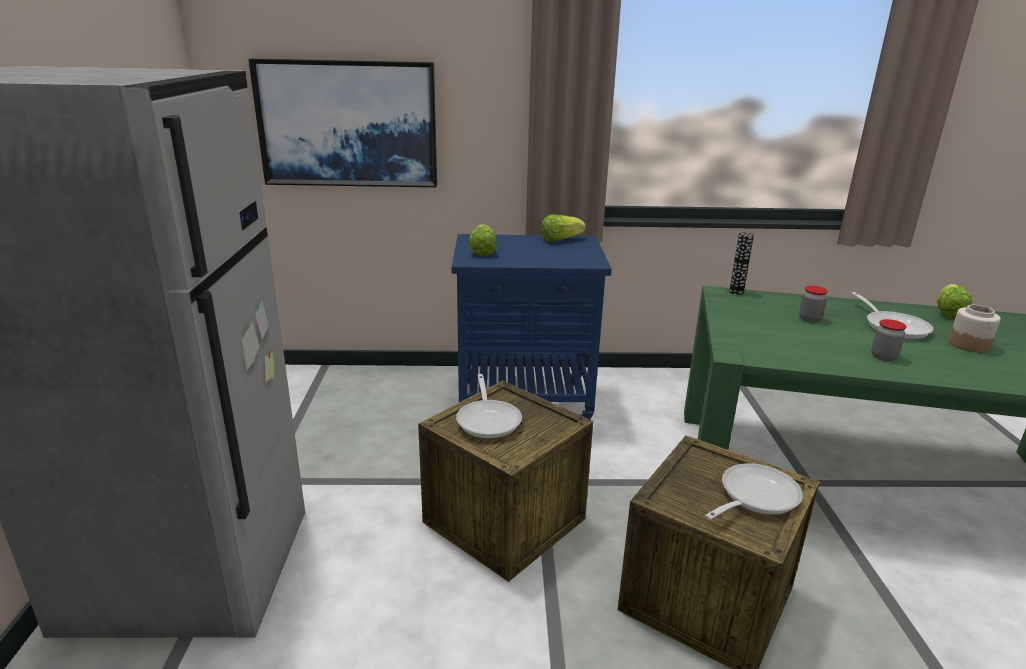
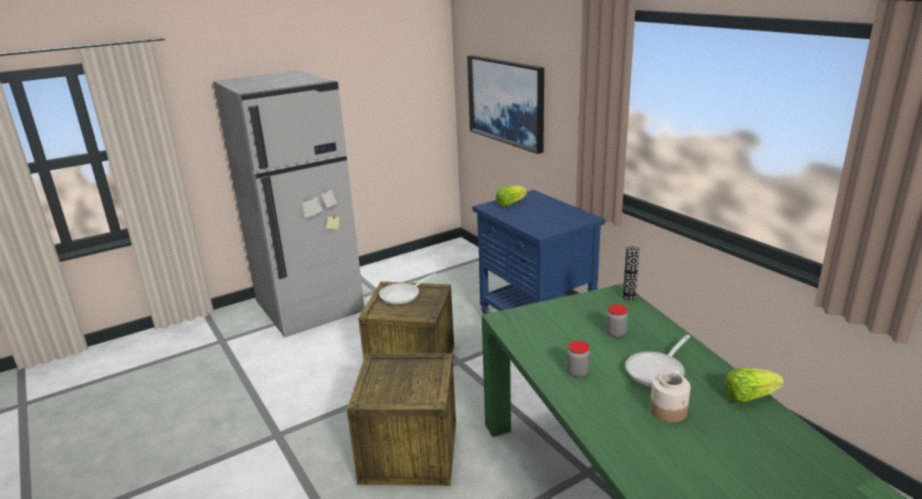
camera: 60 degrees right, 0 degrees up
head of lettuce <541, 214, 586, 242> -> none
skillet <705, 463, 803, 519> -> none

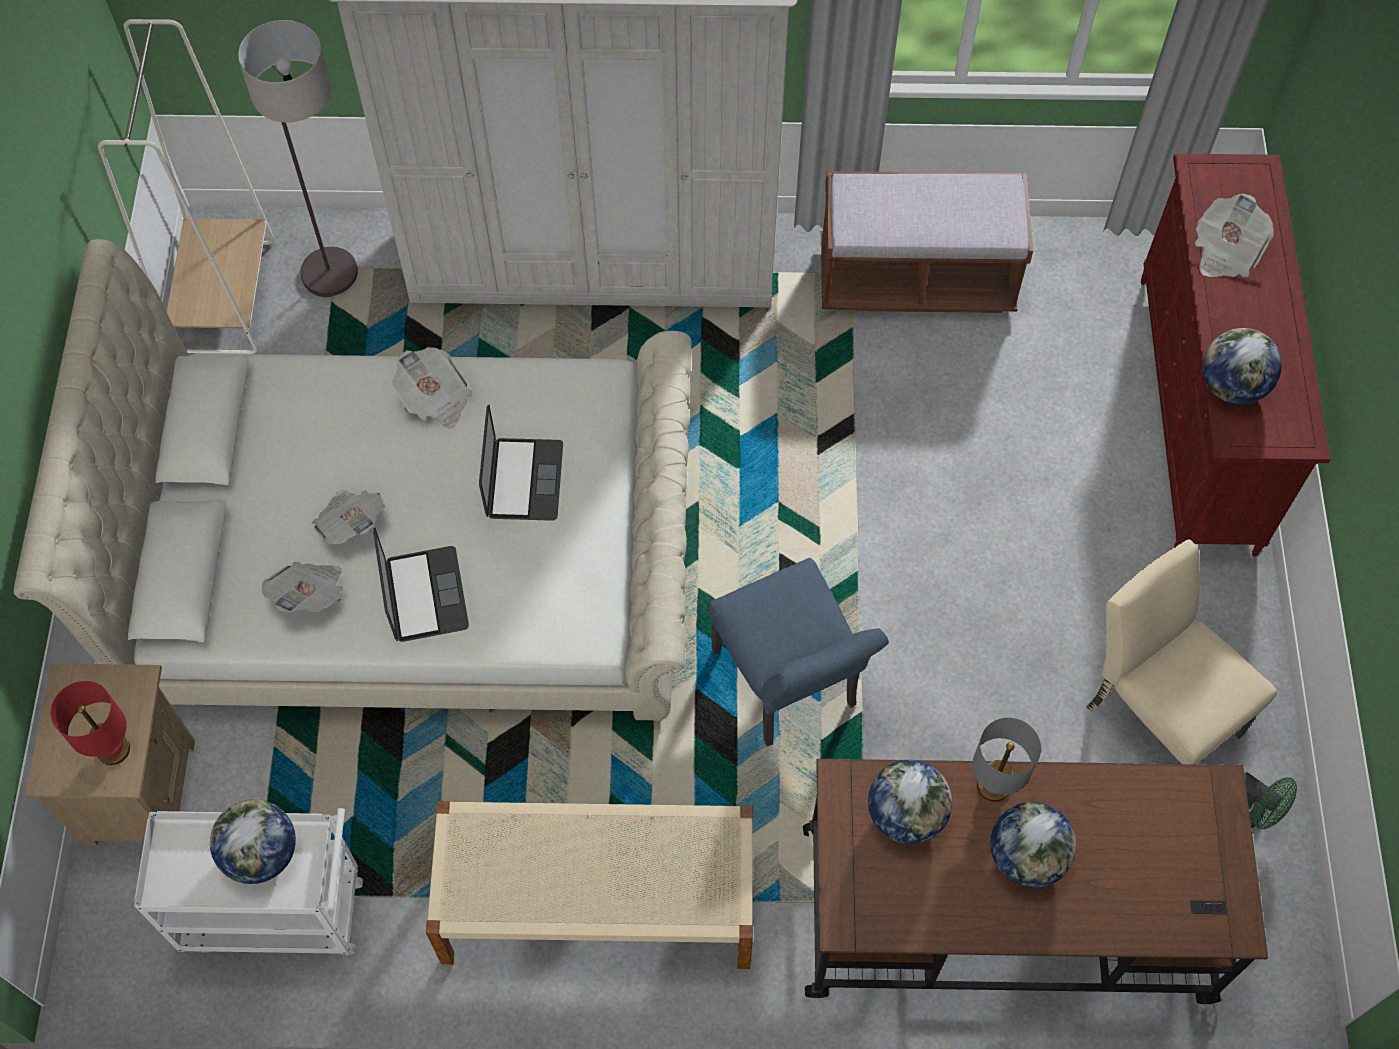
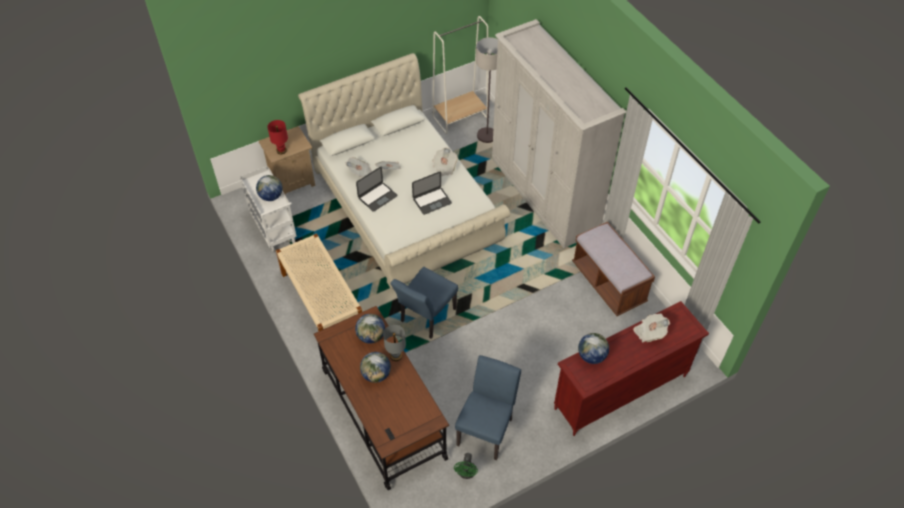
camera: 60 degrees right, 10 degrees down
beige chair <1086, 539, 1277, 764> -> bluish chair <455, 355, 521, 460>

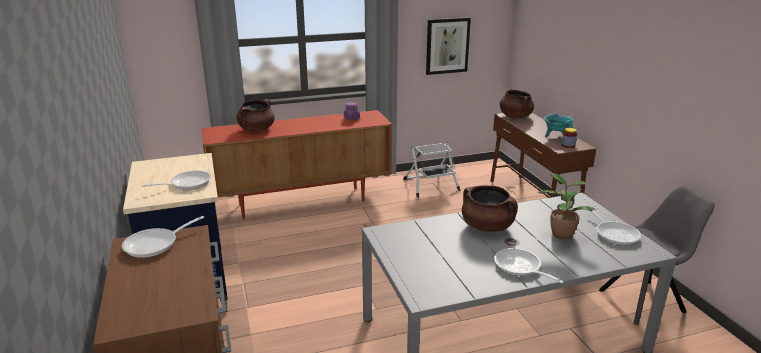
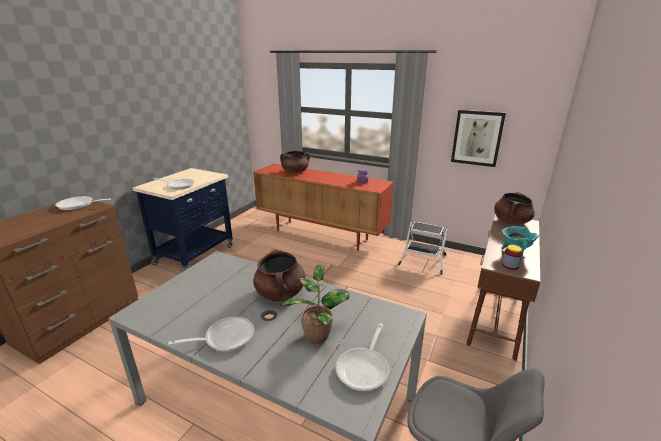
camera: 45 degrees right, 0 degrees up
skillet <494, 248, 564, 284> -> skillet <168, 317, 254, 352>, 60 degrees clockwise

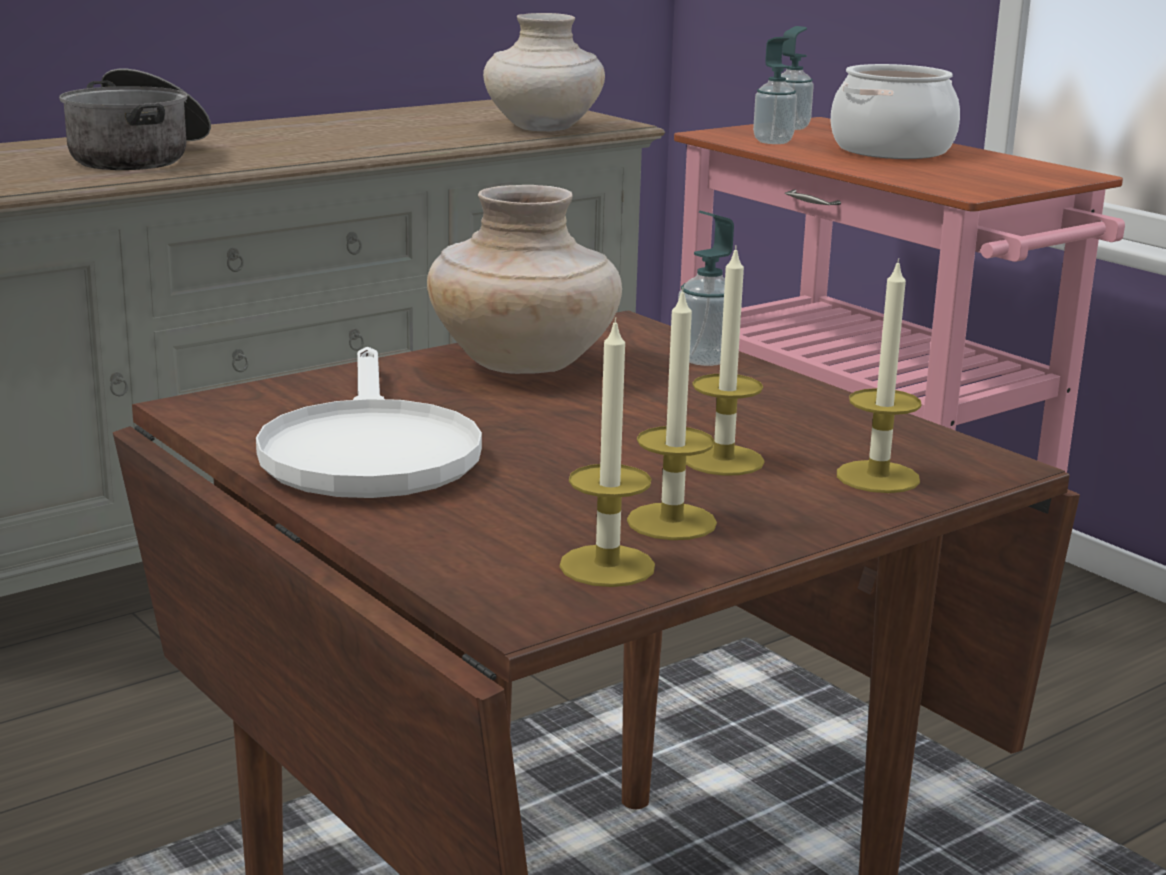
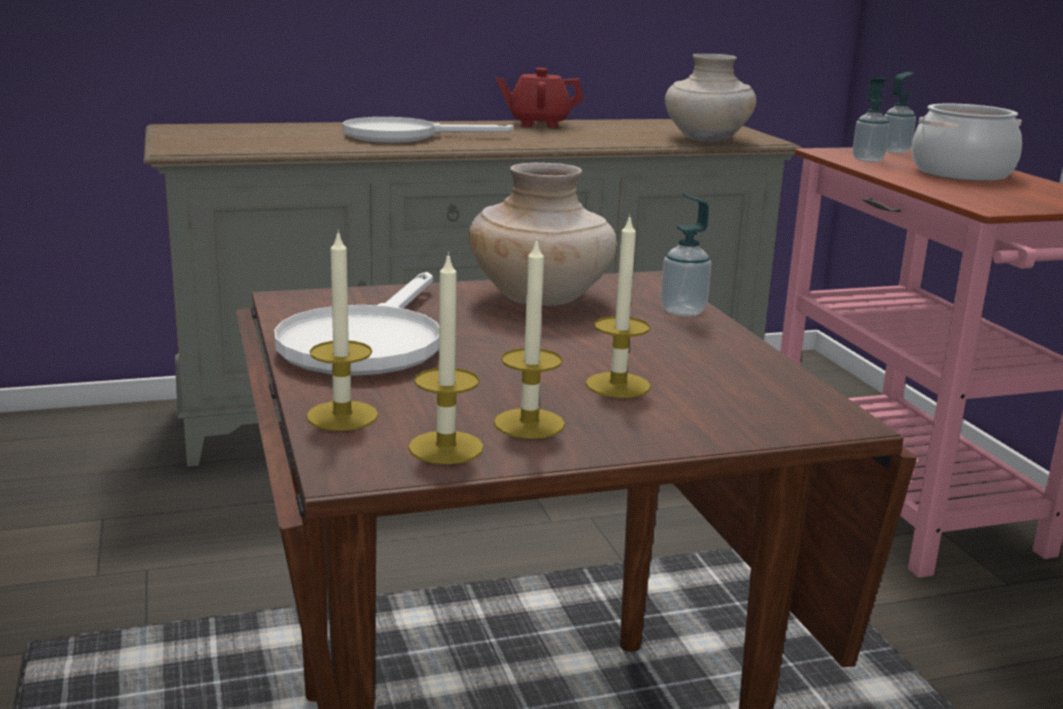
camera: 20 degrees right, 0 degrees up
wax candle <837, 258, 921, 493> -> wax candle <306, 229, 378, 431>, shifted
stockpot <59, 69, 211, 170> -> white-coloured skillet <343, 117, 513, 143>
none -> red pot for tea <496, 68, 584, 128>

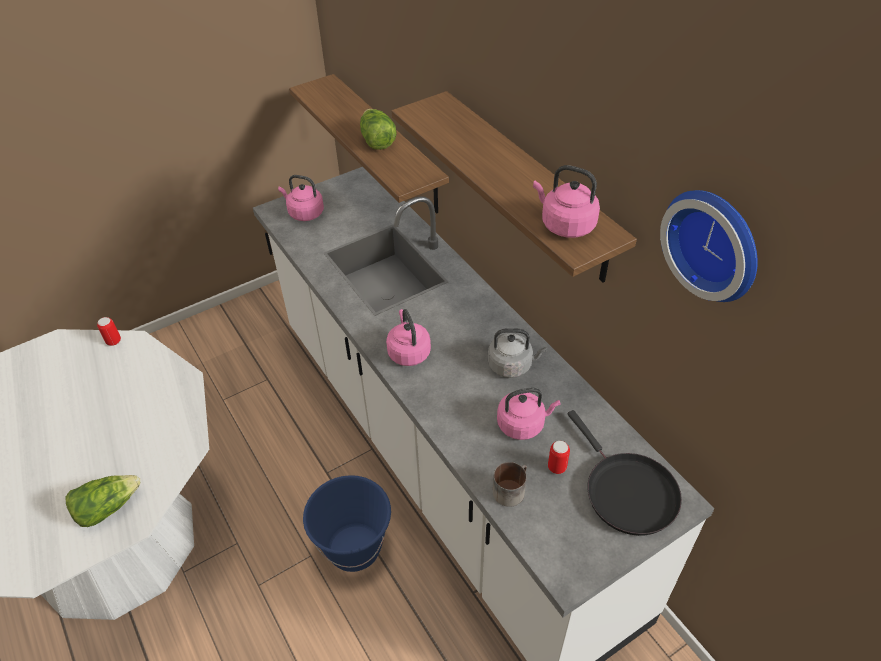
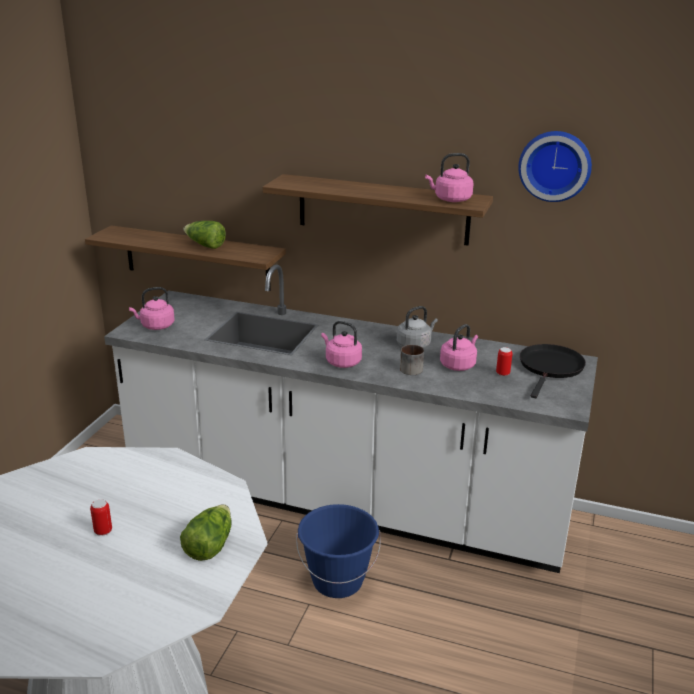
camera: 40 degrees left, 20 degrees down
sealed can <97, 317, 121, 346> -> sealed can <90, 499, 112, 536>, shifted
tea mug <493, 462, 527, 507> -> tea mug <400, 345, 424, 375>, shifted
black-coloured skillet <567, 410, 682, 536> -> black-coloured skillet <520, 344, 586, 398>, 90 degrees counterclockwise

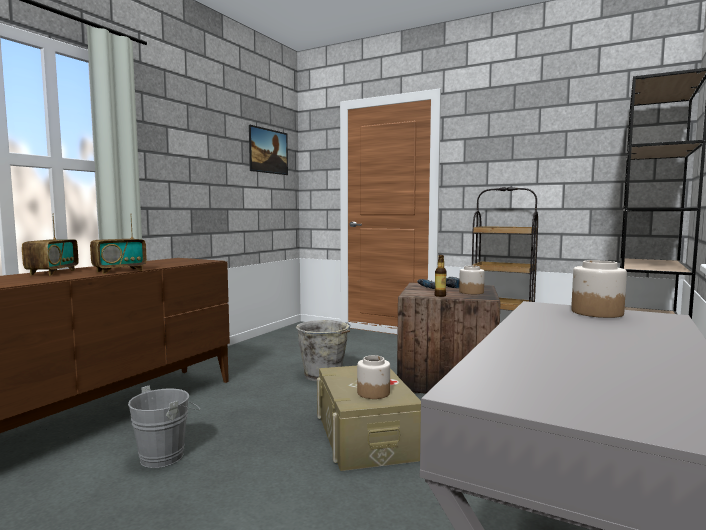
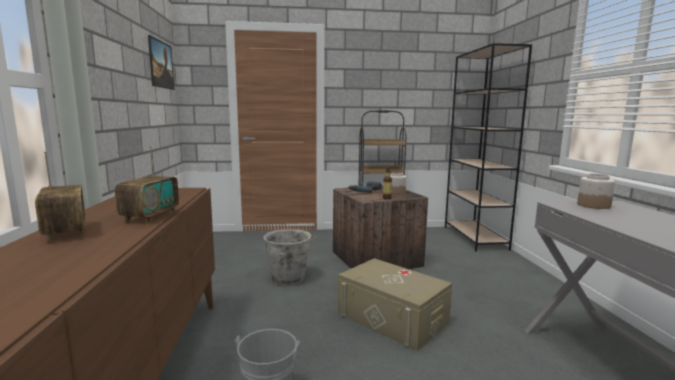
camera: 35 degrees left, 5 degrees up
storage jar <357, 355, 390, 399> -> none

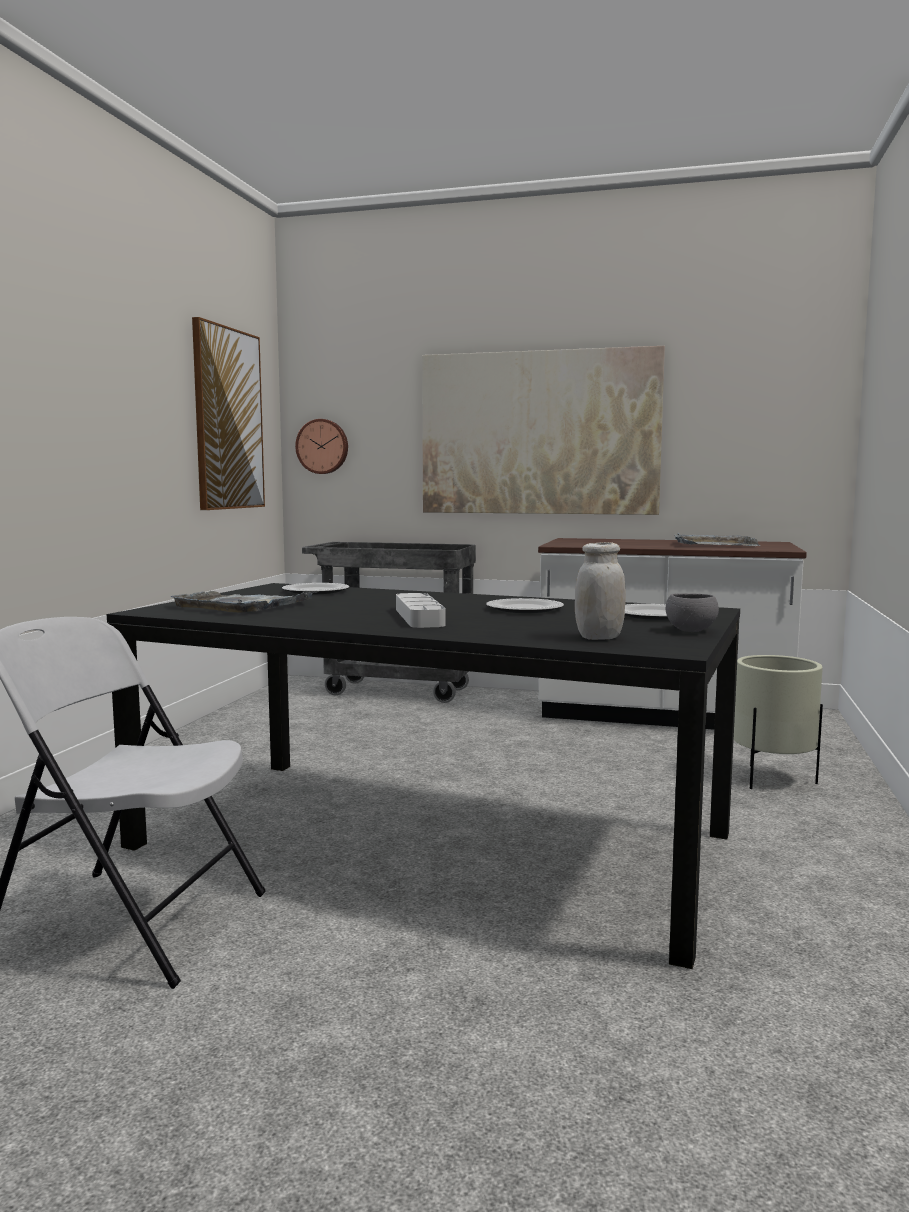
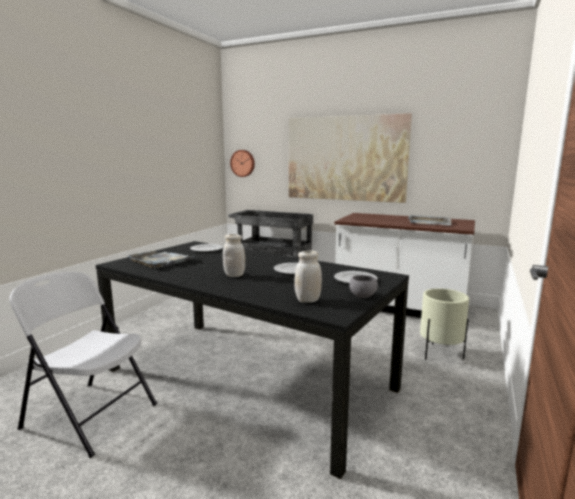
camera: 10 degrees right, 5 degrees up
grey carrying tray <396, 593, 446, 628> -> white-coloured storage jar <223, 234, 245, 277>
picture <192, 317, 265, 510> -> none

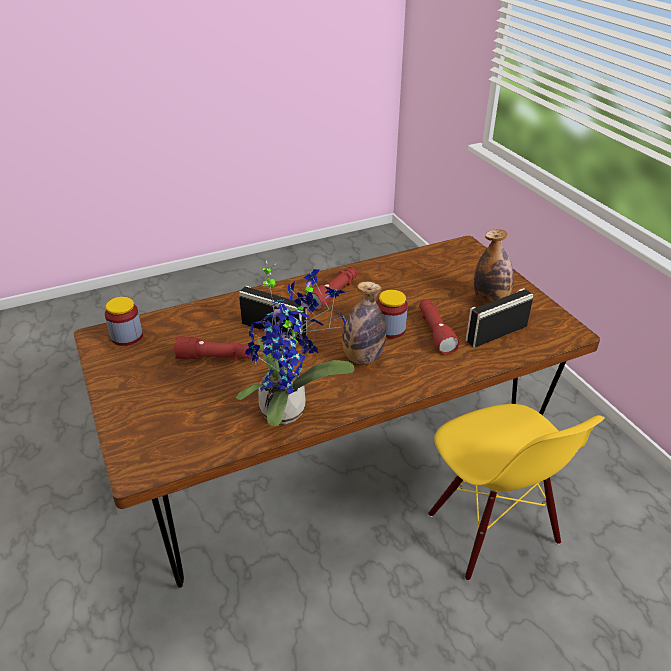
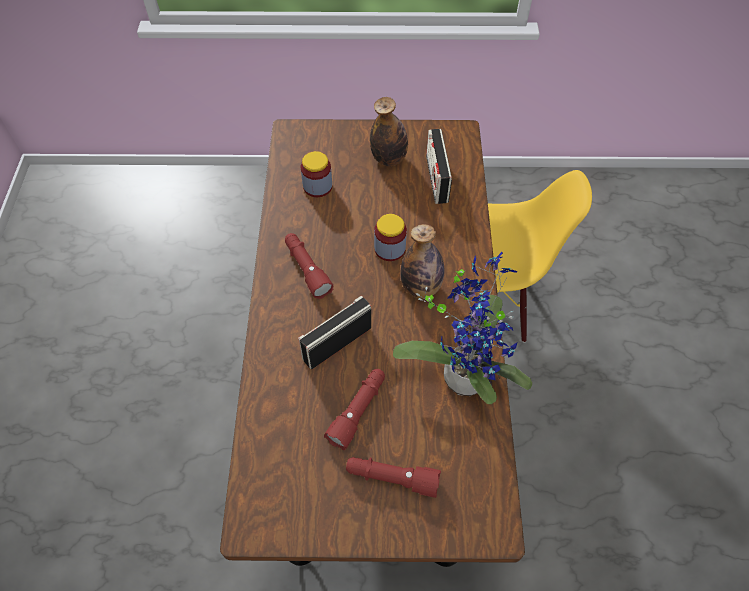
camera: 65 degrees left, 20 degrees up
storage jar <105, 297, 143, 346> -> storage jar <301, 151, 332, 197>, shifted
red hand torch <419, 299, 460, 355> -> red hand torch <346, 457, 441, 498>, shifted

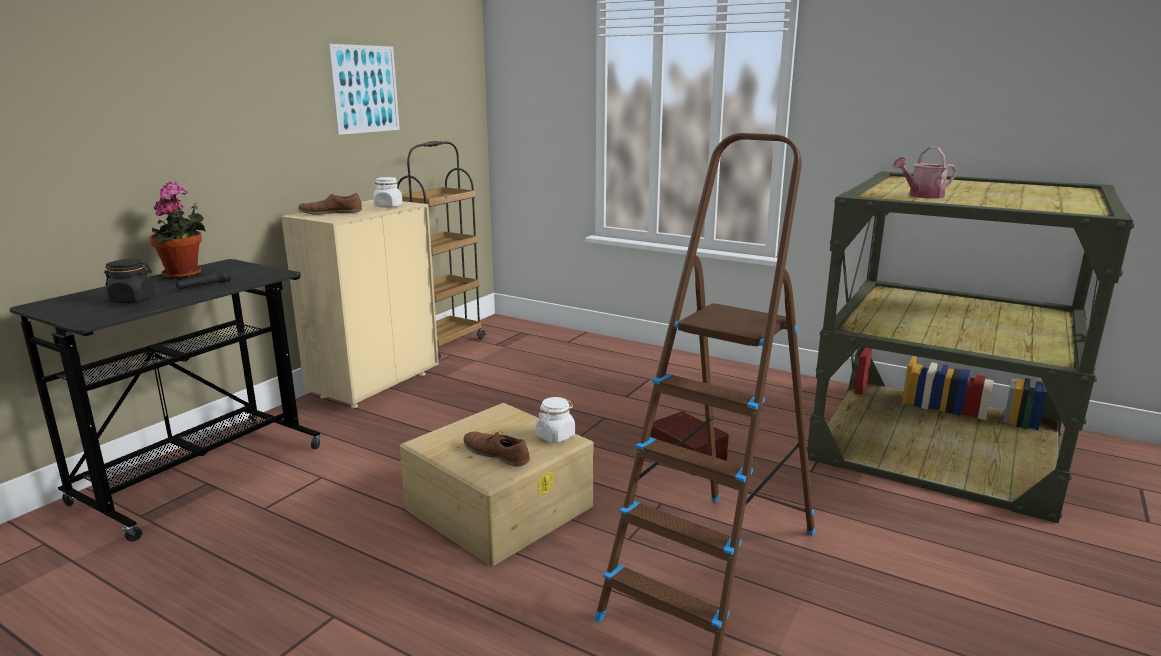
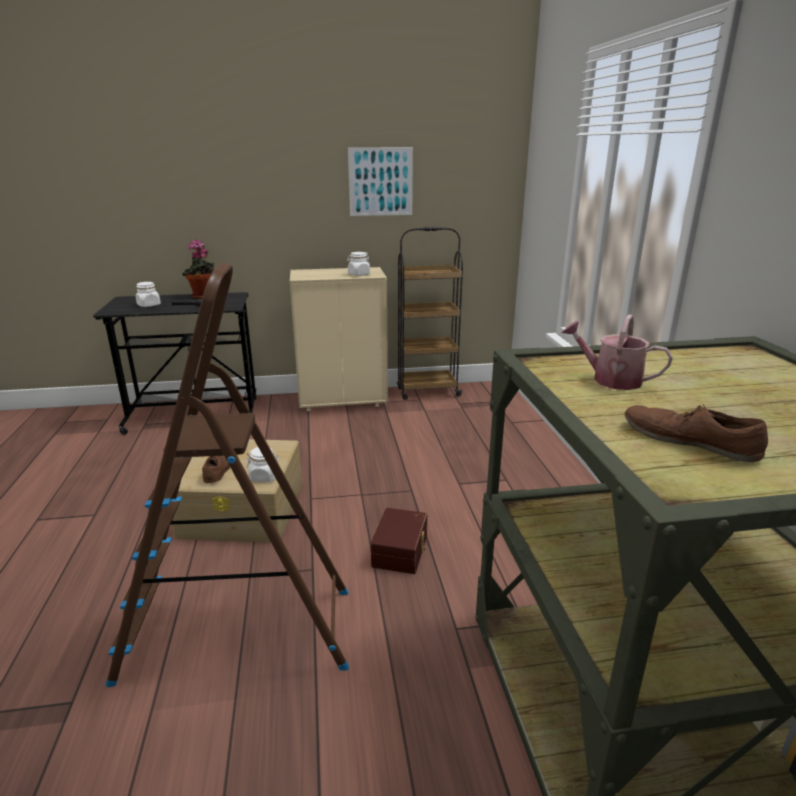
camera: 50 degrees right, 5 degrees up
black-coloured storage jar <104, 259, 155, 303> -> white-coloured storage jar <136, 282, 161, 307>
brown-coloured shoe <298, 193, 362, 215> -> brown-coloured shoe <625, 404, 768, 462>, shifted

